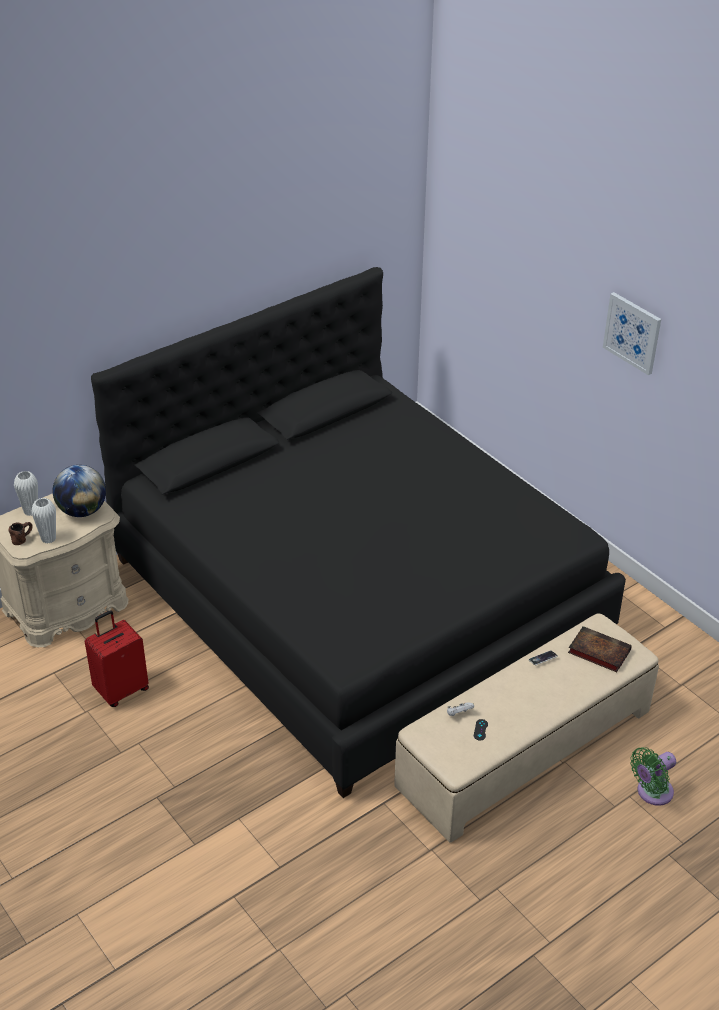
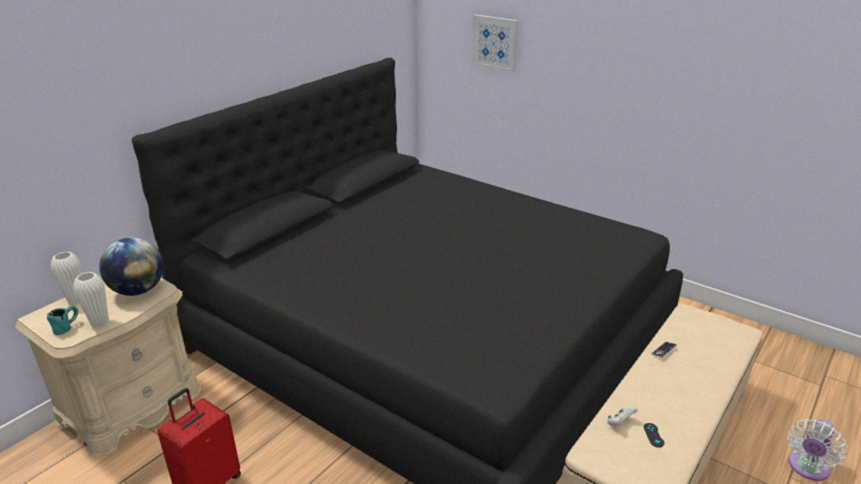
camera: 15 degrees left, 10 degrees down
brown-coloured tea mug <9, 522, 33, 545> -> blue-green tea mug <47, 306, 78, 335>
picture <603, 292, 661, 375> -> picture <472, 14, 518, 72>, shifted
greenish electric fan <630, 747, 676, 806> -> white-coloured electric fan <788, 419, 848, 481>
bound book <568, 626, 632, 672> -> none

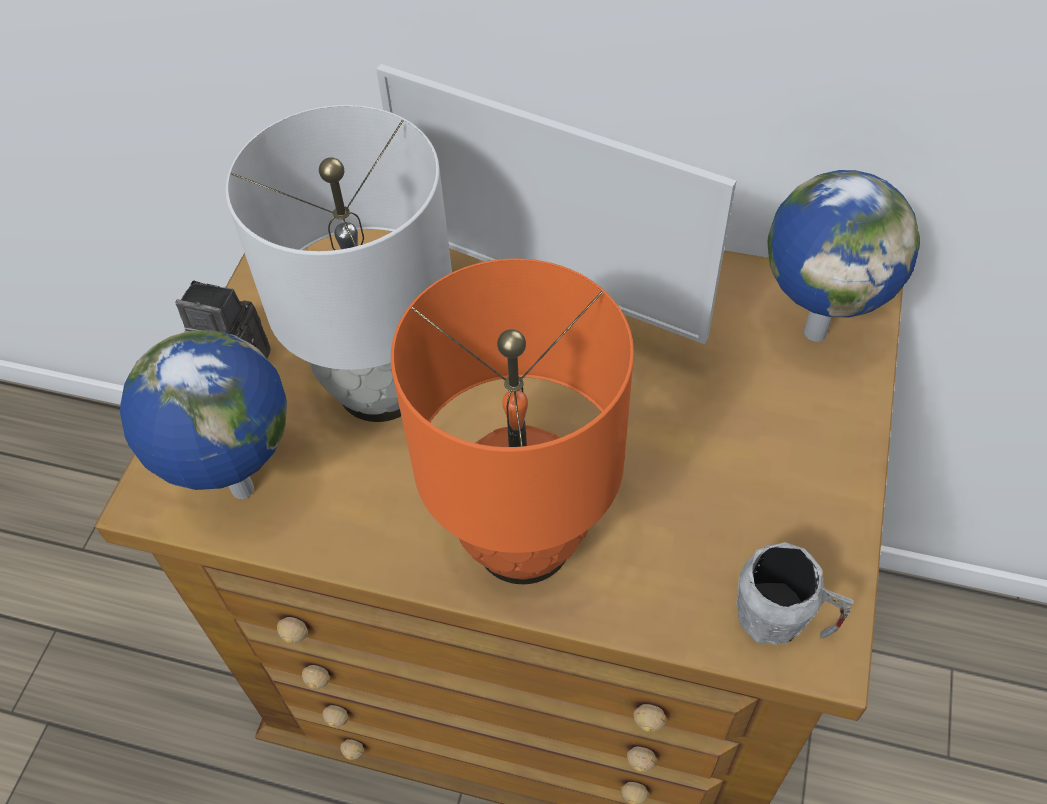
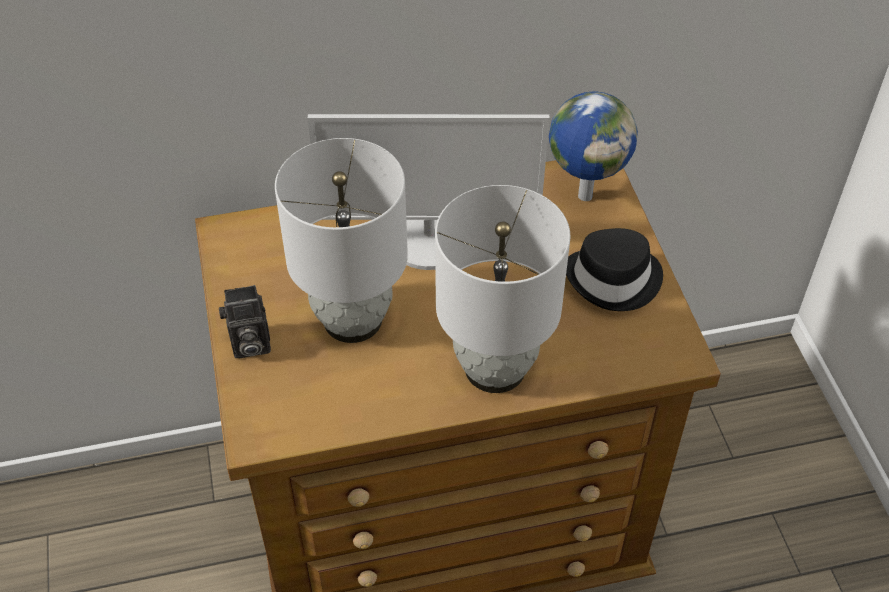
camera: 30 degrees left, 5 degrees down
orangey lamp for a table <391, 258, 634, 584> -> white-coloured lamp for a table <435, 185, 570, 393>
none -> black-coloured clothing hat <566, 228, 663, 311>
globe <120, 330, 287, 499> -> none
grey tea mug <736, 542, 853, 645> -> none

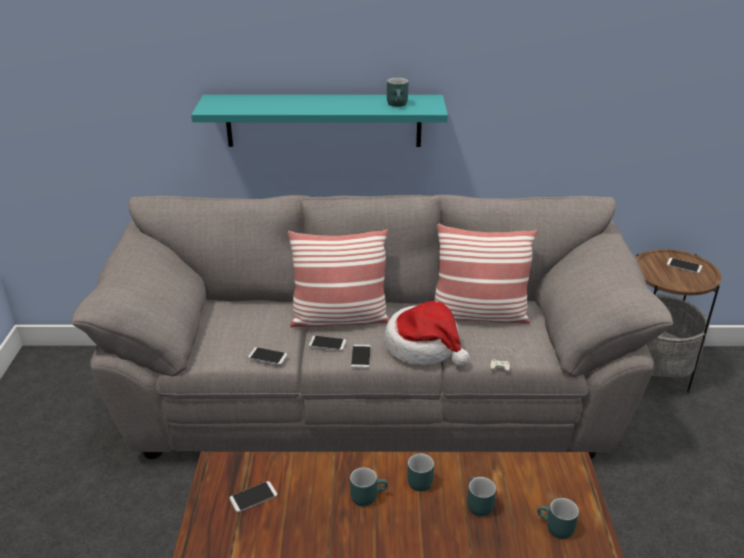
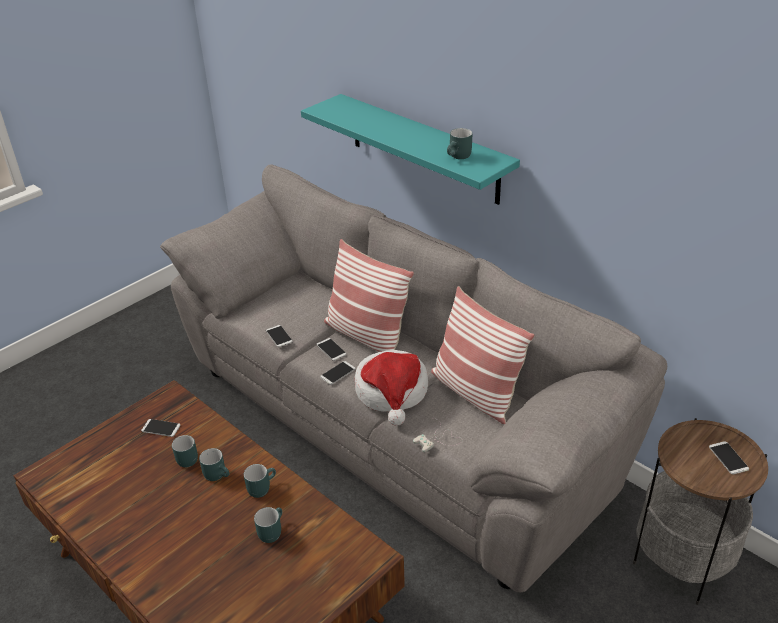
camera: 45 degrees right, 5 degrees up
blue-green tea mug <537, 498, 579, 539> -> blue-green tea mug <172, 435, 198, 467>, shifted

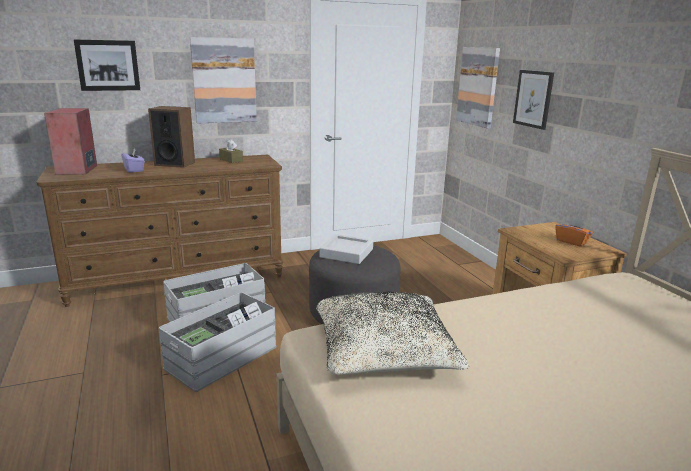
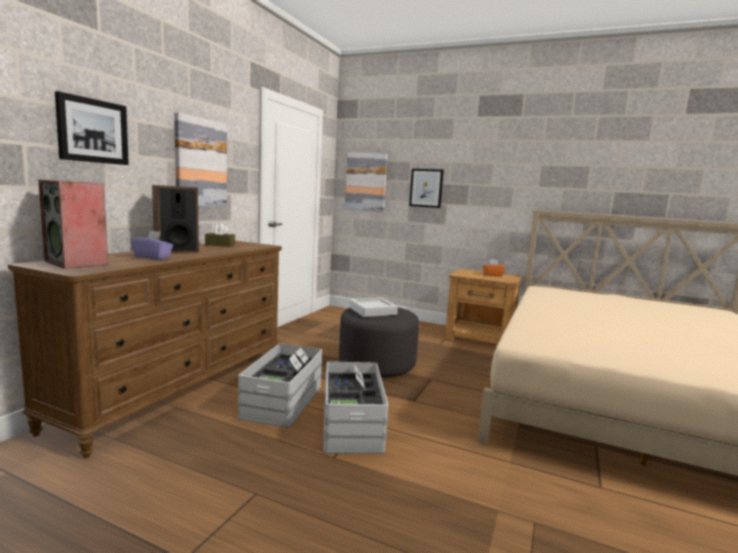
camera: 45 degrees left, 10 degrees down
beige pillow <316, 291, 469, 375> -> none

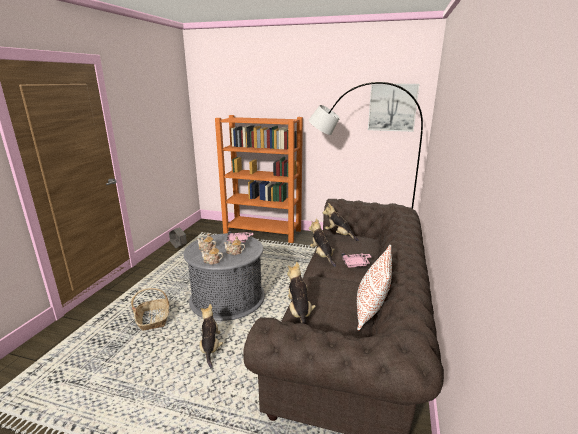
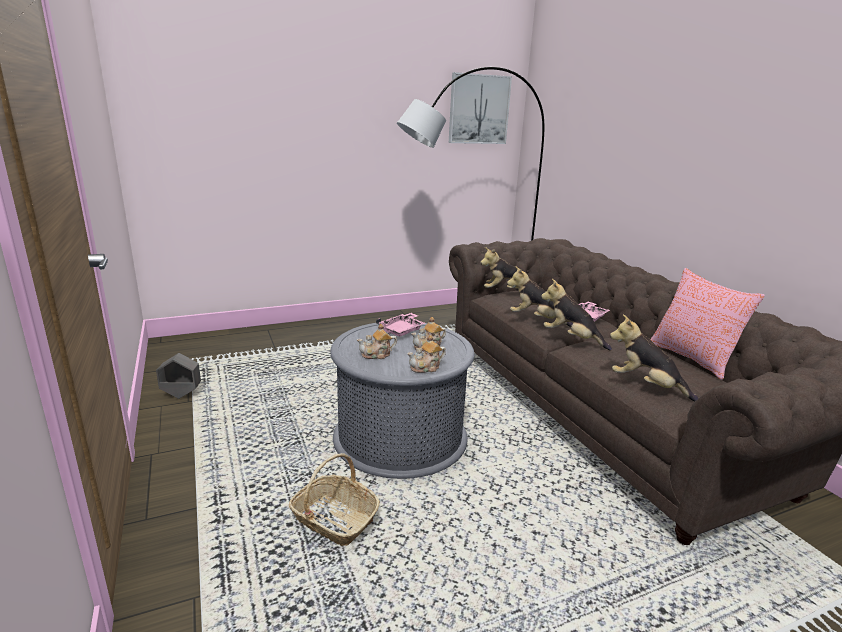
camera: 40 degrees left, 0 degrees up
soft toy <199, 304, 223, 367> -> soft toy <541, 279, 612, 351>, shifted
white-coloured pillow <357, 245, 392, 331> -> pinkish pillow <650, 268, 765, 380>
orangey bookcase <215, 115, 303, 243> -> none

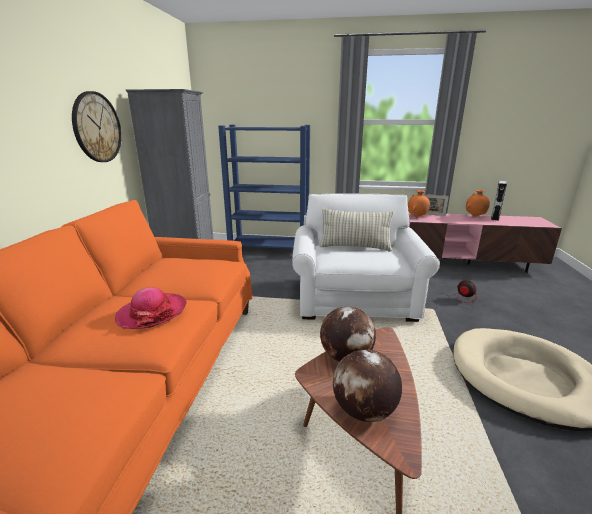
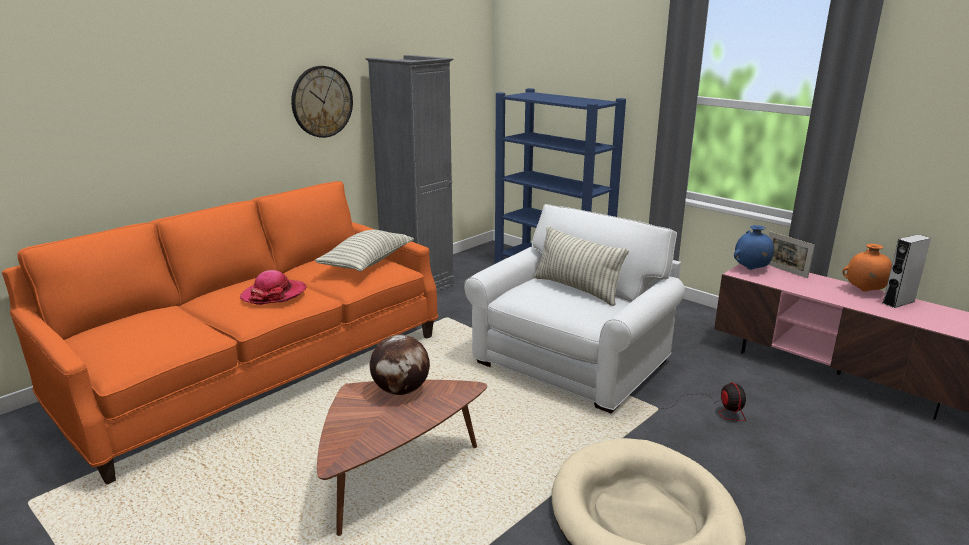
camera: 35 degrees right, 0 degrees up
none -> pillow <315, 230, 414, 272>
orangey decorative vase <408, 190, 430, 217> -> bluish decorative vase <734, 225, 774, 270>
globe <333, 349, 402, 422> -> none

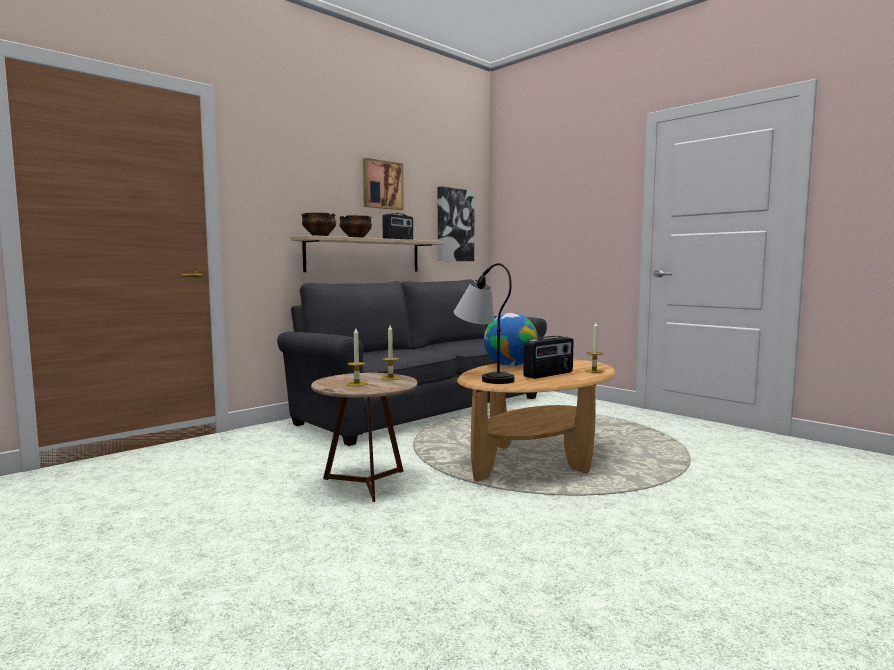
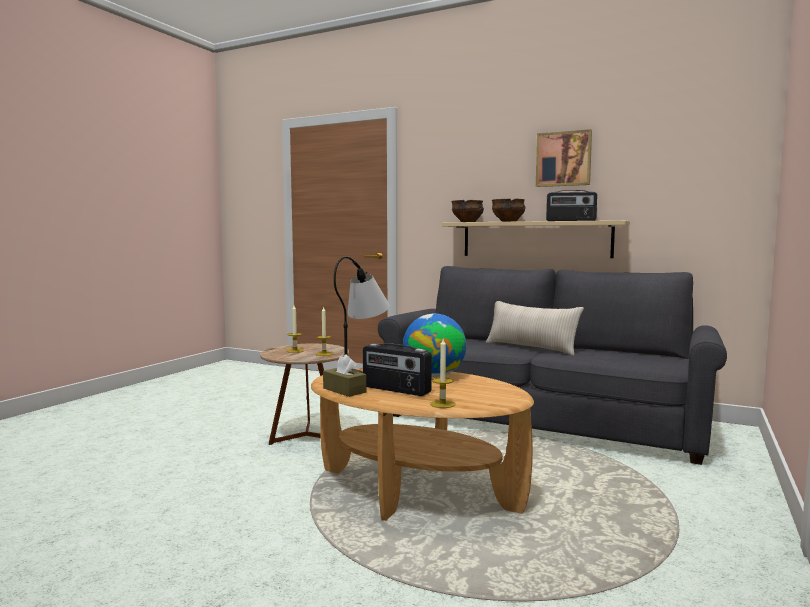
camera: 70 degrees right, 0 degrees up
none -> brown-coloured tissue holder <323, 354, 367, 397>
none -> beige pillow <486, 301, 584, 356>
picture <438, 186, 475, 261> -> none

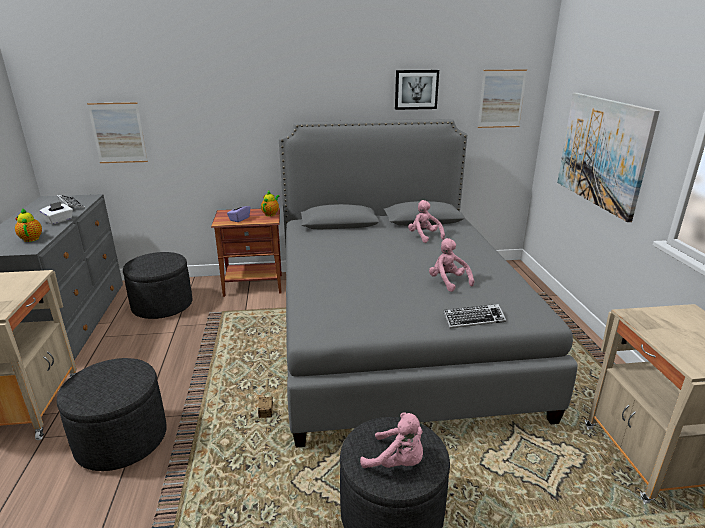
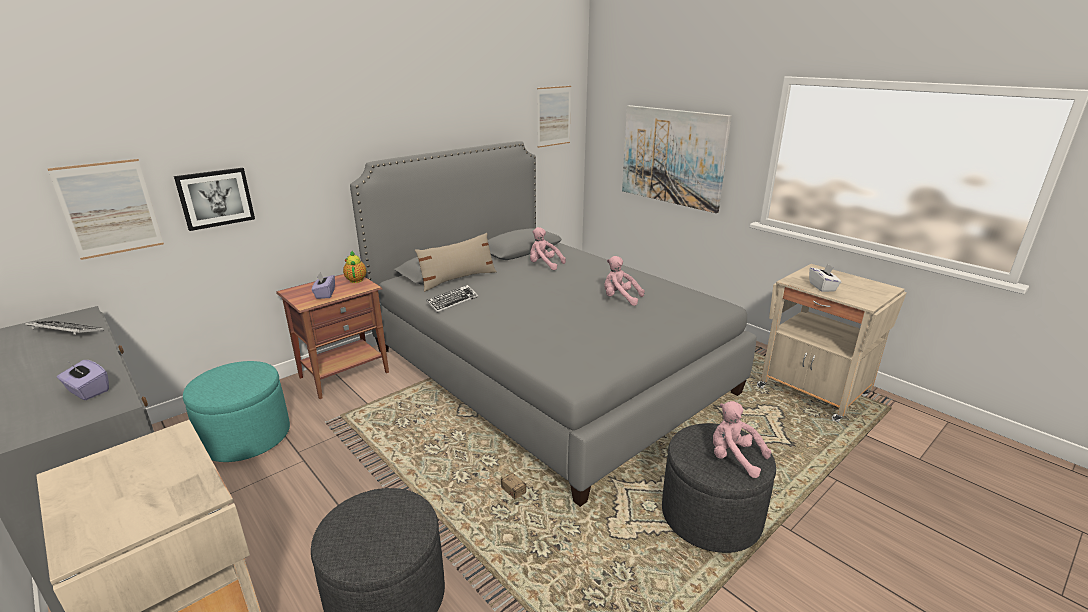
camera: 35 degrees left, 0 degrees up
pot for tea <15, 208, 42, 242> -> purple tissue holder <57, 360, 109, 400>
picture <395, 70, 439, 110> -> picture <174, 168, 255, 231>, shifted
grey footrest <123, 252, 192, 319> -> blue-green footrest <183, 361, 290, 462>
none -> beige pillow <415, 233, 497, 292>
keyboard <443, 304, 506, 328> -> keyboard <426, 285, 478, 313>, shifted
pinkish soft toy <360, 412, 423, 468> -> pinkish soft toy <713, 401, 772, 478>, 135 degrees counterclockwise
white-coloured tissue holder <39, 202, 73, 224> -> white-coloured tissue holder <809, 264, 841, 292>, shifted

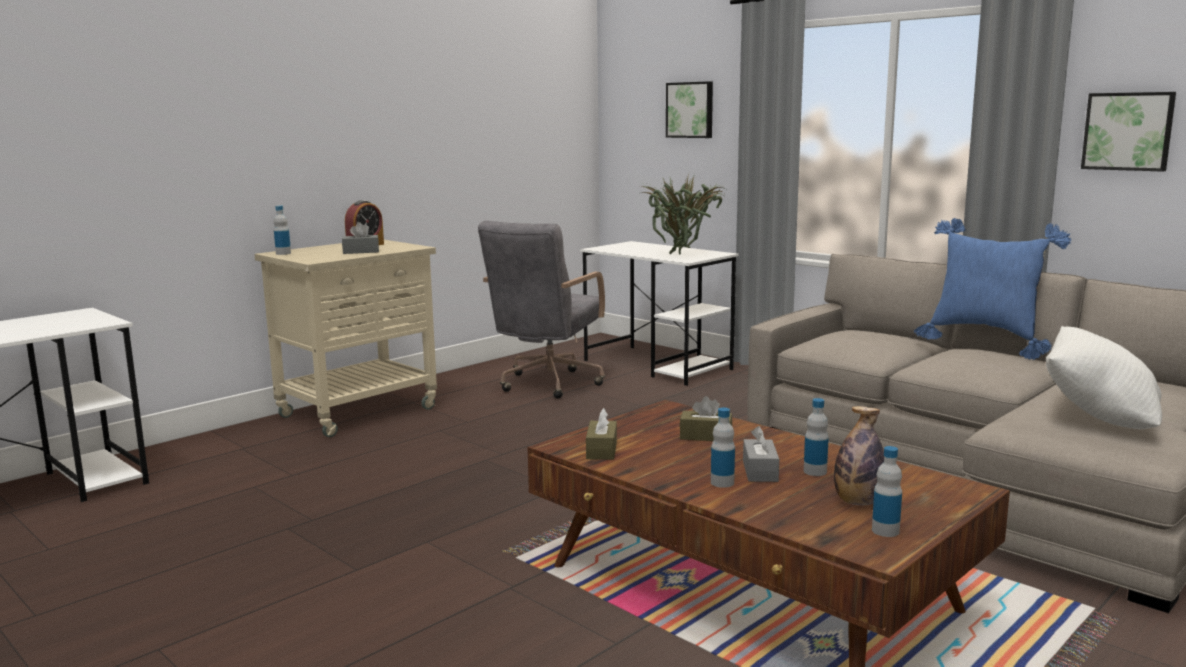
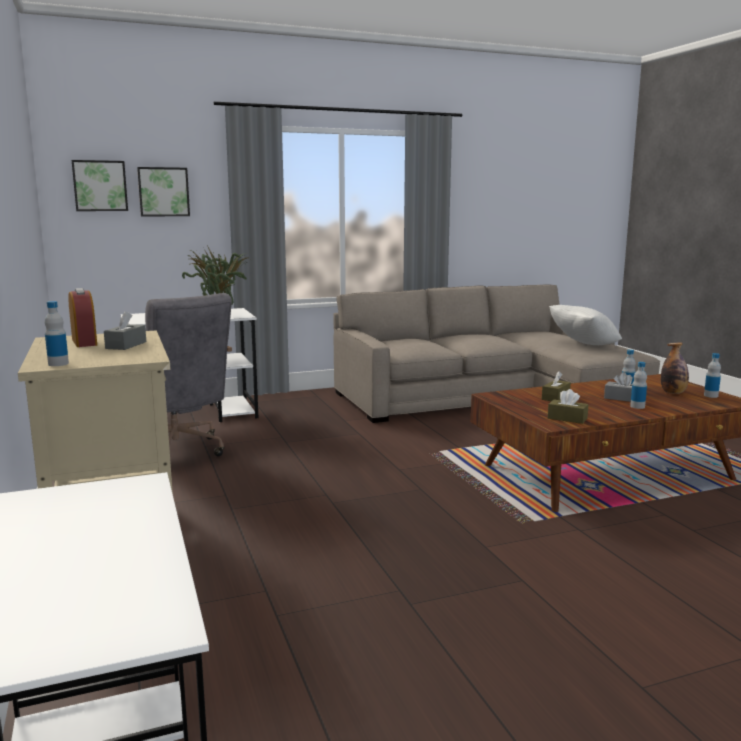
camera: 65 degrees left, 0 degrees up
picture <1081, 92, 1176, 172> -> picture <72, 160, 128, 211>, shifted
bluish pillow <913, 218, 1071, 360> -> none

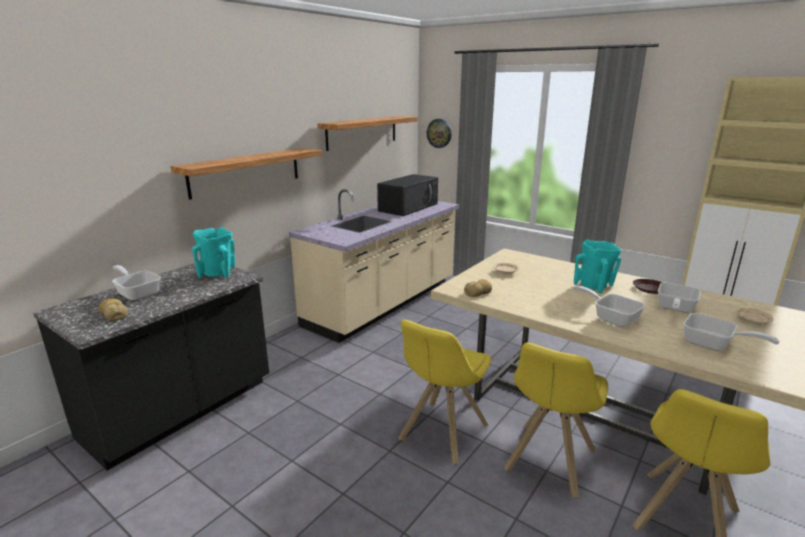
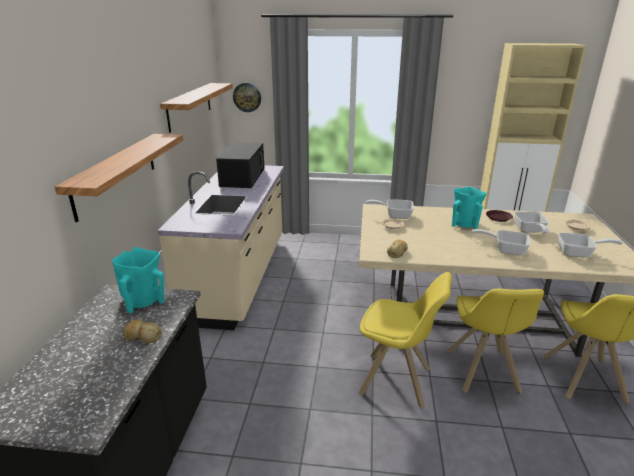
camera: 30 degrees left, 5 degrees up
baked bread <99, 299, 128, 321> -> baked bread <123, 320, 162, 343>, shifted
yellow-coloured chair <398, 320, 491, 465> -> yellow-coloured chair <358, 272, 452, 408>, 75 degrees counterclockwise
skillet <112, 265, 161, 301> -> skillet <366, 199, 414, 219>, shifted

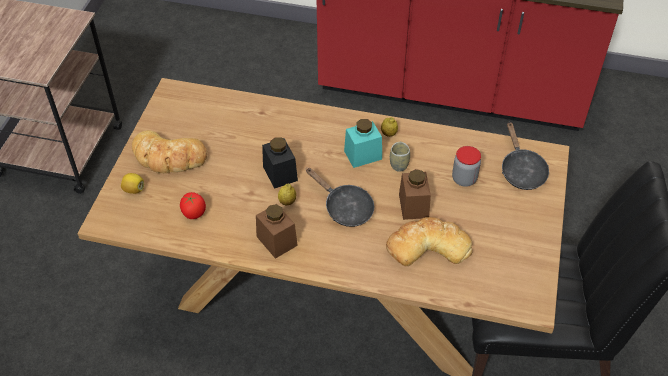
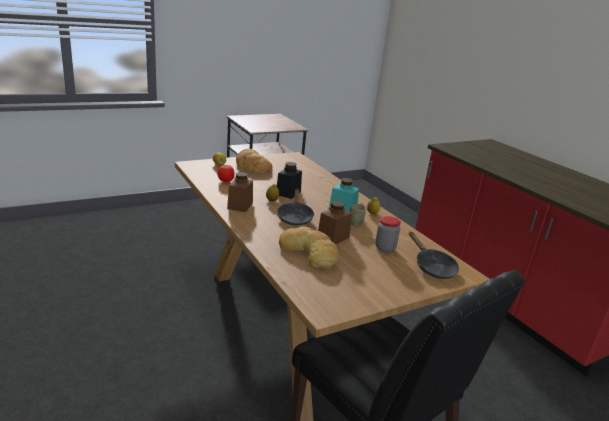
camera: 45 degrees right, 25 degrees down
black-coloured skillet <502, 123, 549, 190> -> black-coloured skillet <409, 231, 459, 279>, 60 degrees counterclockwise

